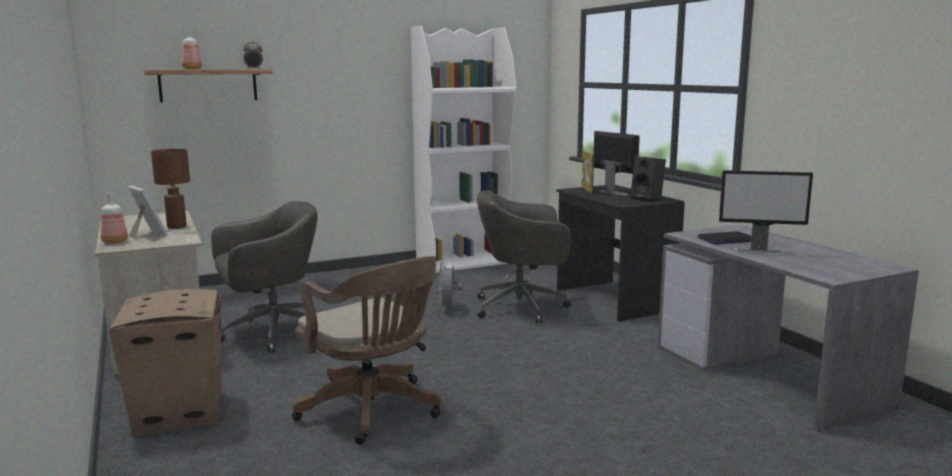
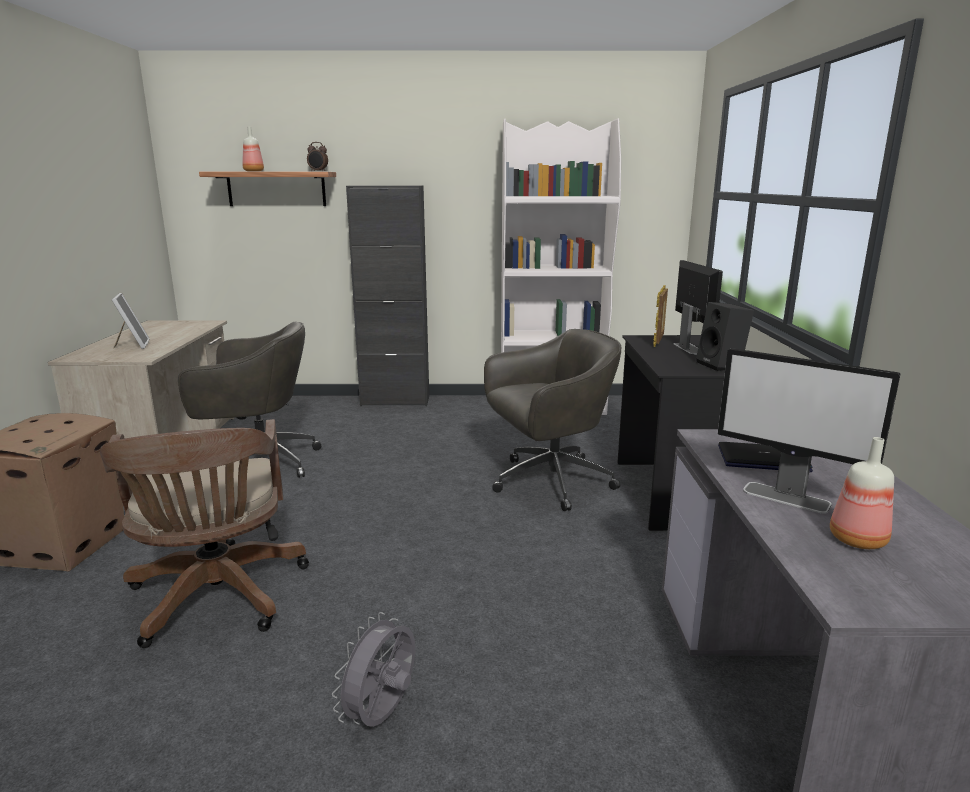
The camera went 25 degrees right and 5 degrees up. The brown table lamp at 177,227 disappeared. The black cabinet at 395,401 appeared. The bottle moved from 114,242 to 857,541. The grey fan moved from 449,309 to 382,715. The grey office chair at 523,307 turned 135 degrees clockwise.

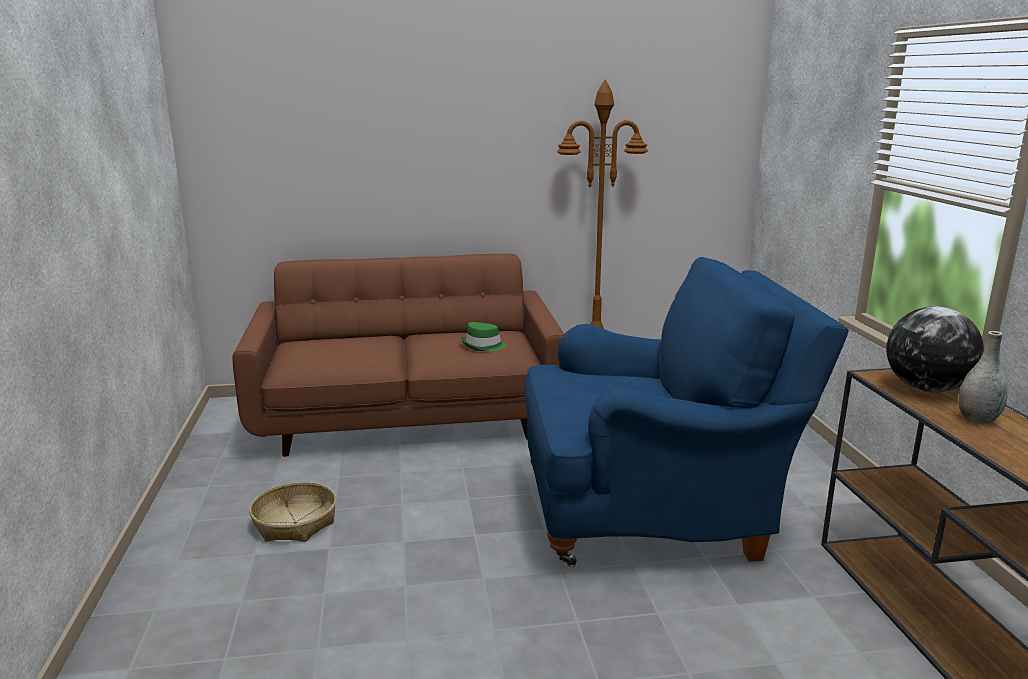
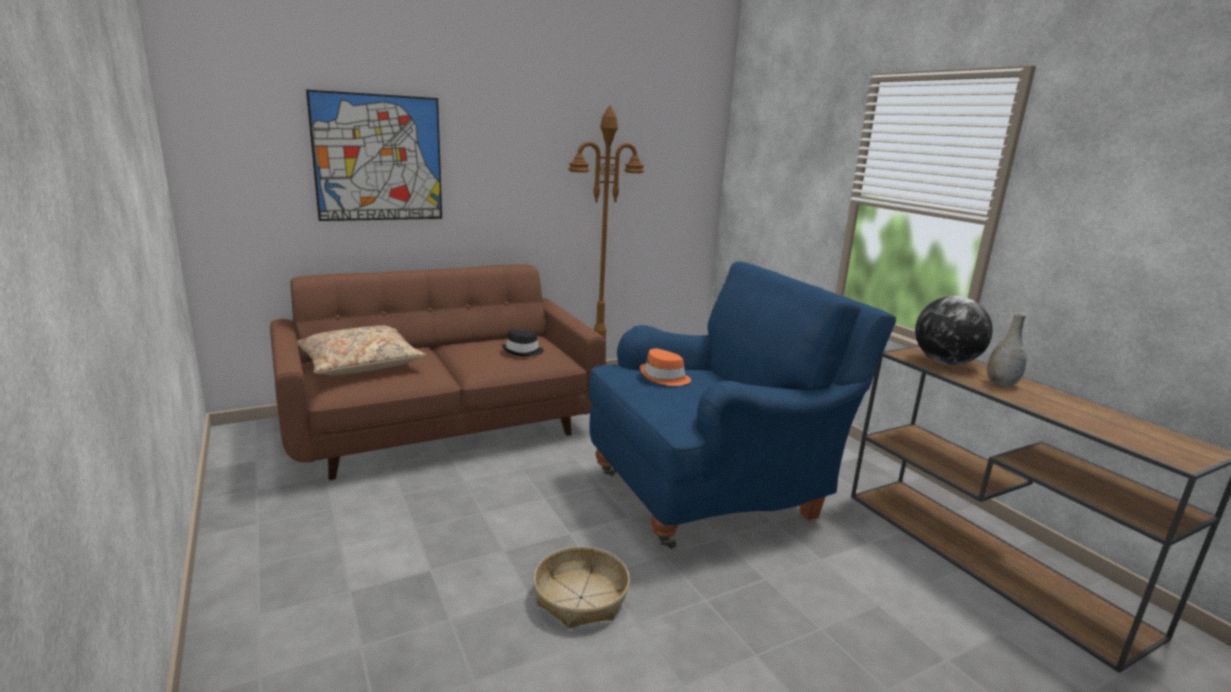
The camera went 20 degrees left and 0 degrees up. The beige pillow at 360,364 appeared. The picture at 378,158 appeared. The orange hat at 664,378 appeared. The basket moved from 295,522 to 580,597. The green hat at 483,346 became the black hat at 523,351.

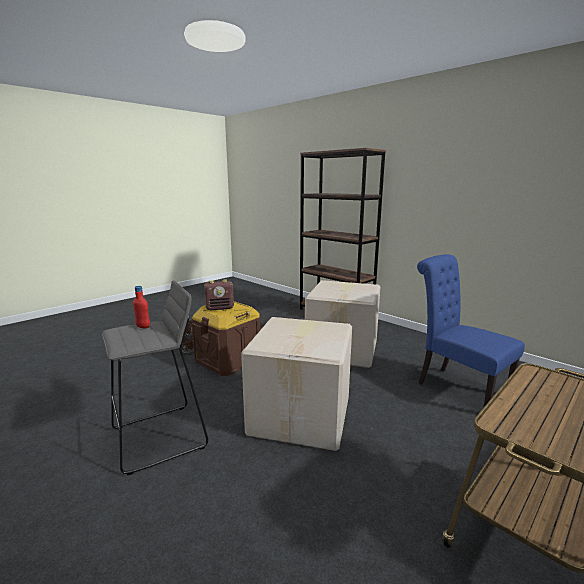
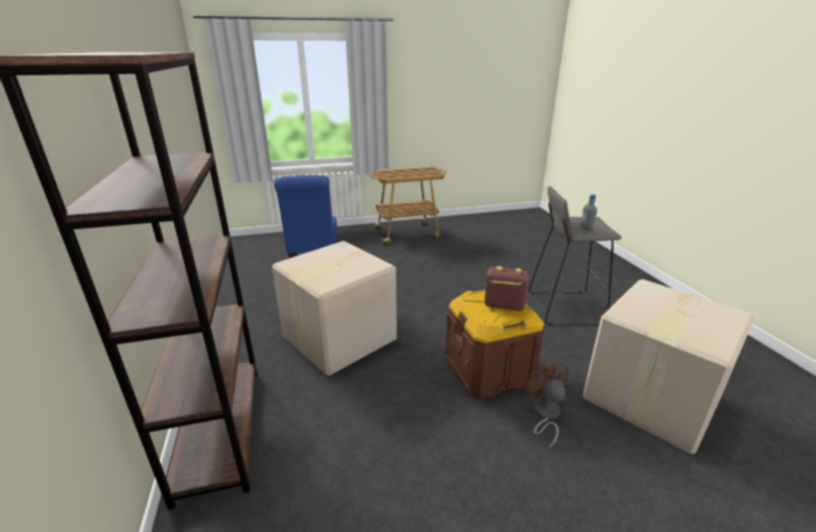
The camera went 150 degrees left and 10 degrees up. The cardboard box moved from 302,415 to 648,398. The red bottle at 143,327 became the grey bottle at 586,228.

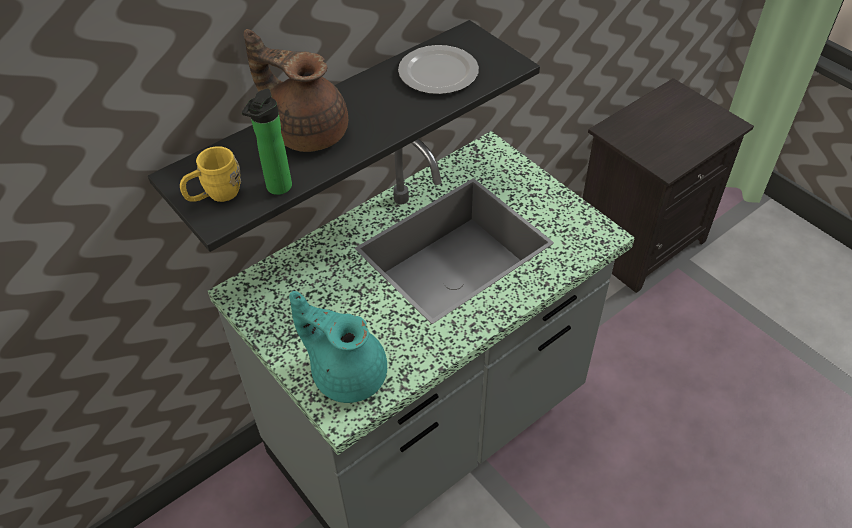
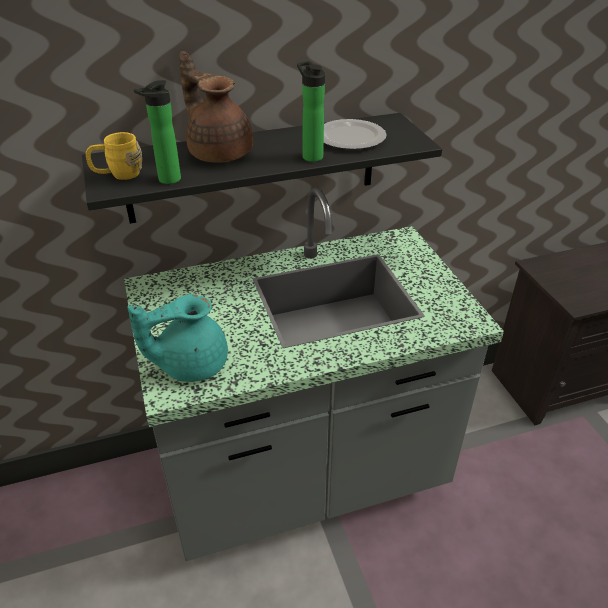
The camera went 20 degrees right and 10 degrees down. The bottle at 310,156 appeared. The turquoise teapot at 347,373 turned 75 degrees counterclockwise.

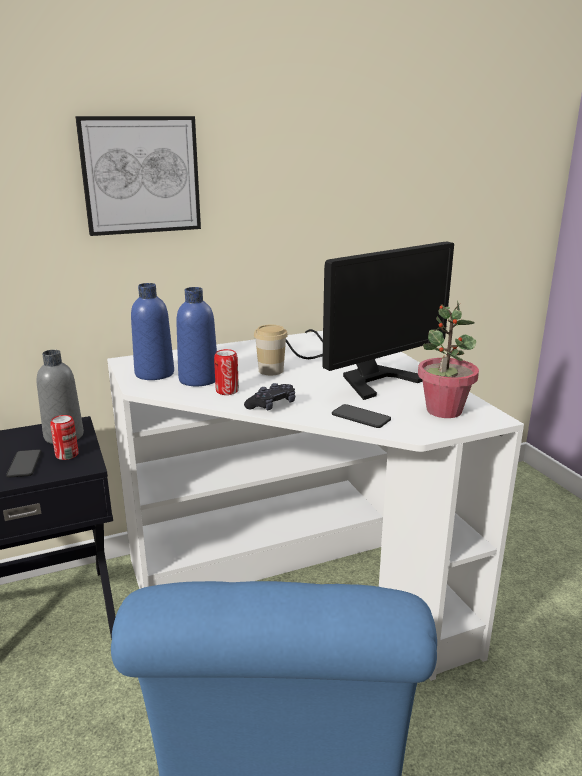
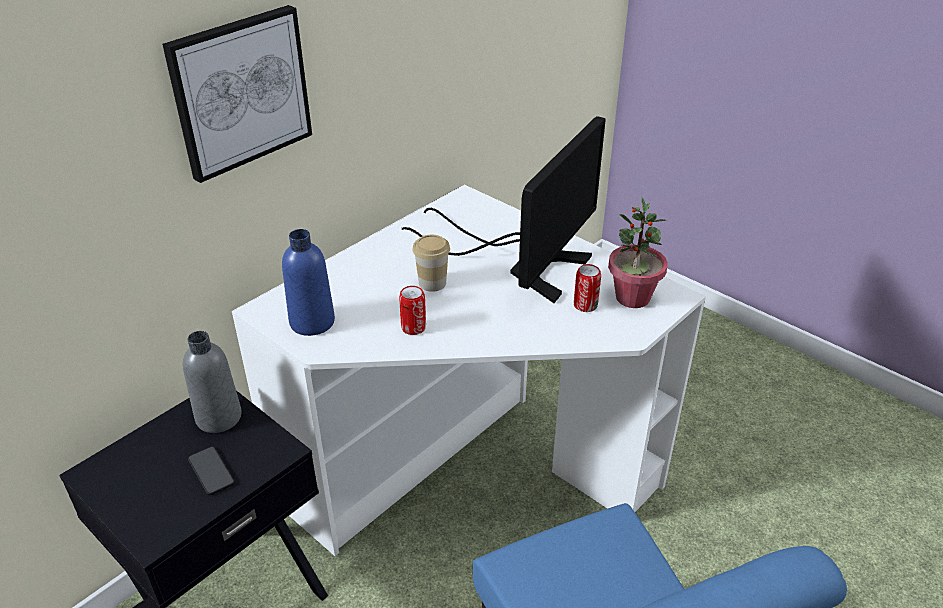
The camera went 25 degrees left and 15 degrees up. The blue bottle at 198,379 disappeared. The black game controller at 272,405 disappeared. The phone at 361,417 disappeared. The can moved from 67,455 to 585,305.

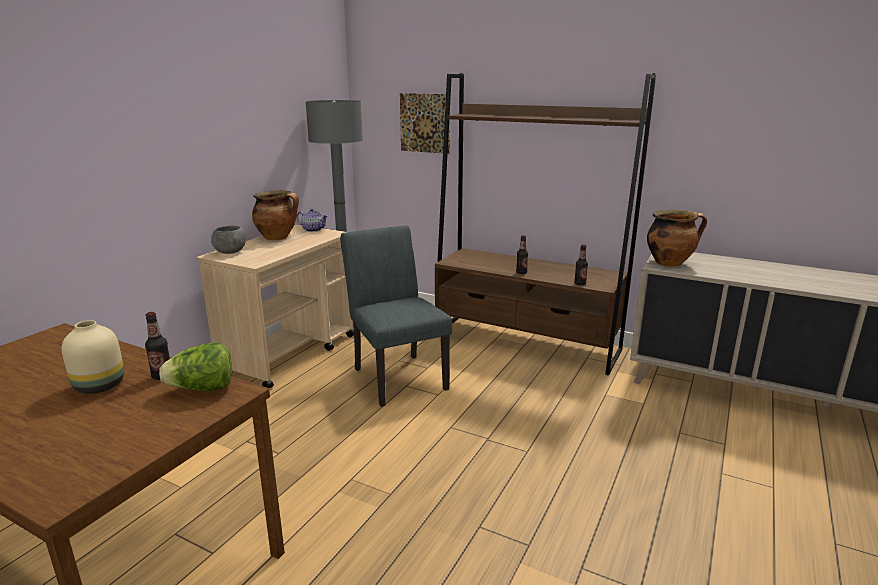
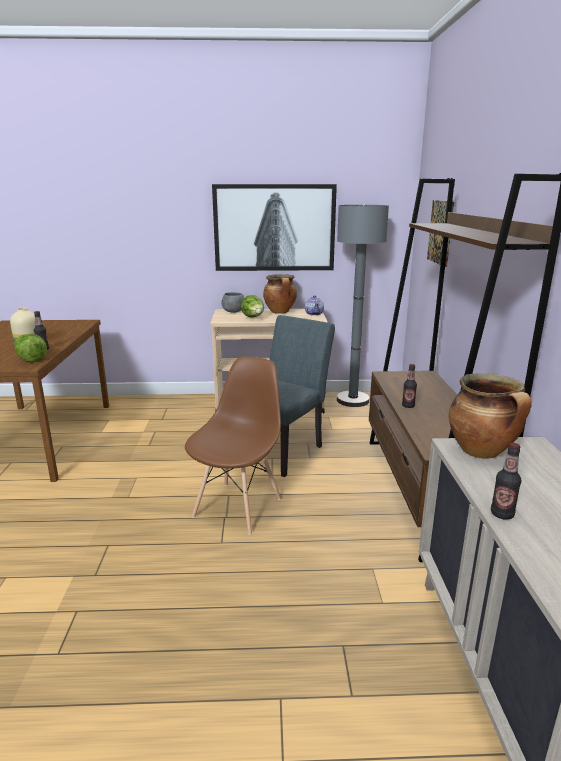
The camera went 60 degrees right and 0 degrees up. The brown chair at 238,507 appeared. The picture at 274,228 appeared. The lettuce at 253,318 appeared. The bottle moved from 580,284 to 502,514.

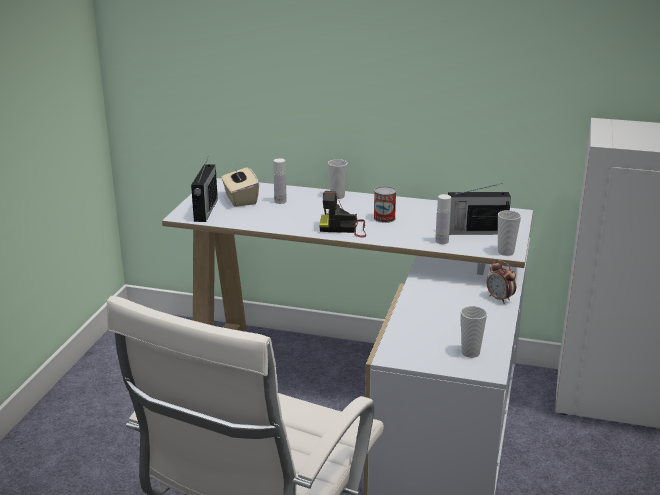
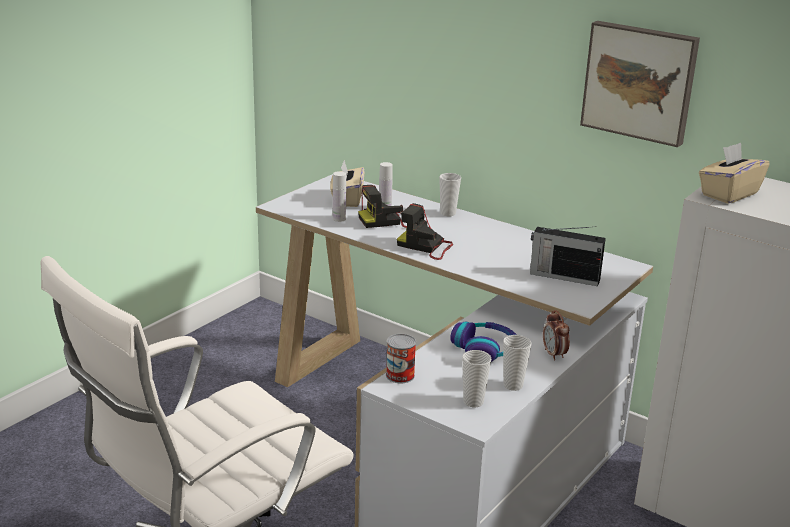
The camera went 20 degrees right and 0 degrees up. The radio at 205,210 disappeared. The photo camera at 386,221 appeared. The headphones at 485,349 appeared. The picture at 640,82 appeared. The beige tissue box at 728,194 appeared. The can moved from 384,218 to 400,375. The white bottle moved from 442,241 to 339,219. The cup moved from 505,252 to 513,385.

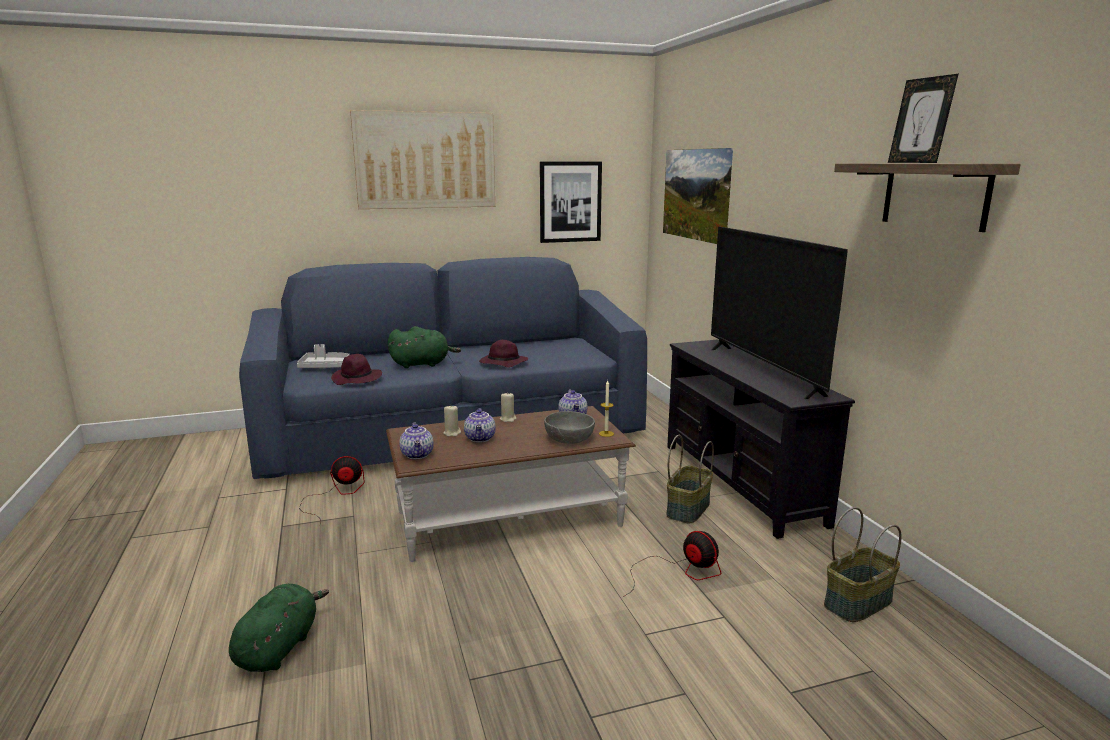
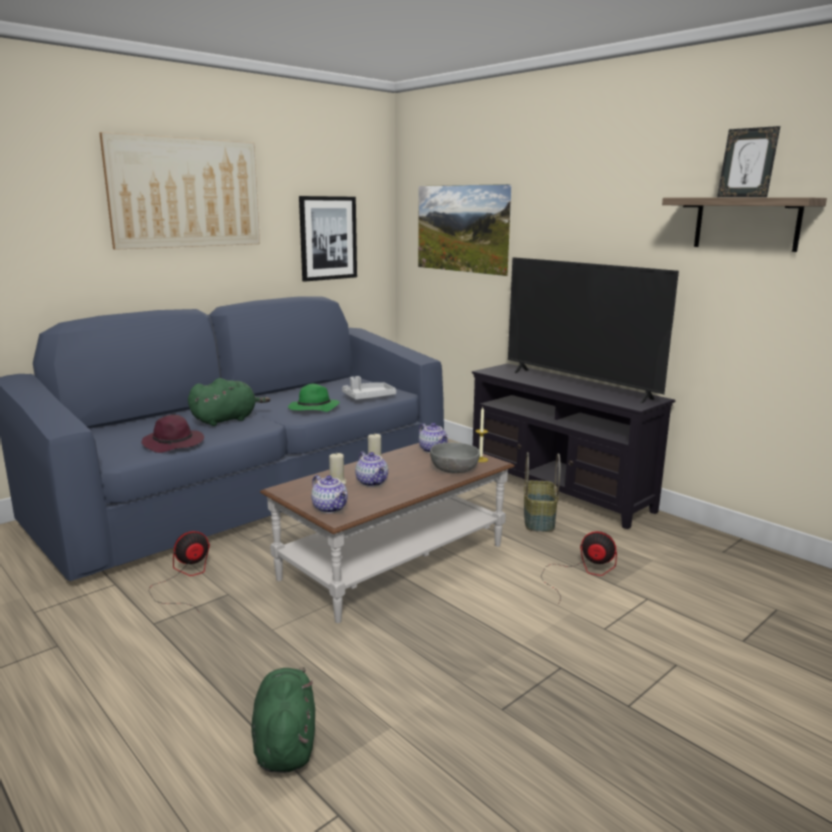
The camera went 25 degrees left and 0 degrees up. The basket at 857,602 disappeared. The grey tray moved from 325,367 to 368,397. The purple hat at 503,363 became the green hat at 313,409.

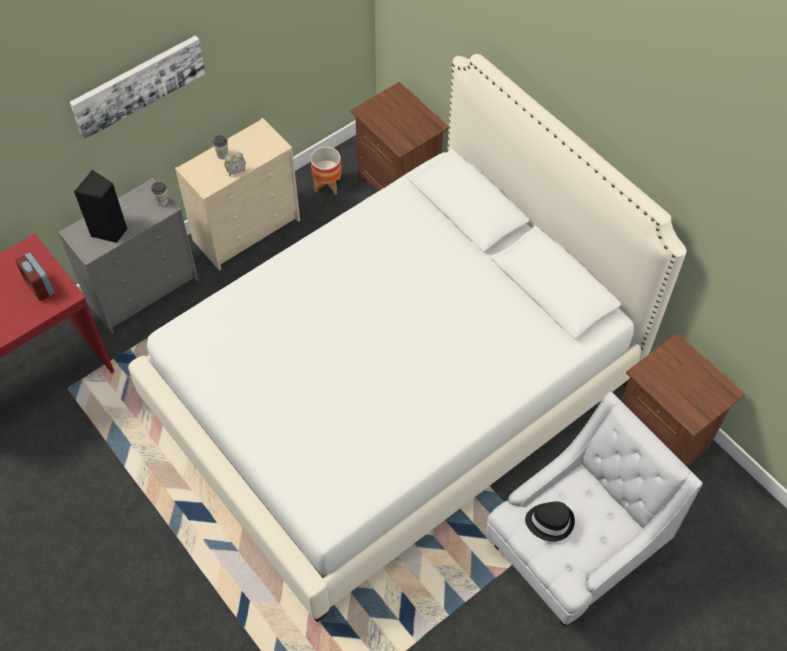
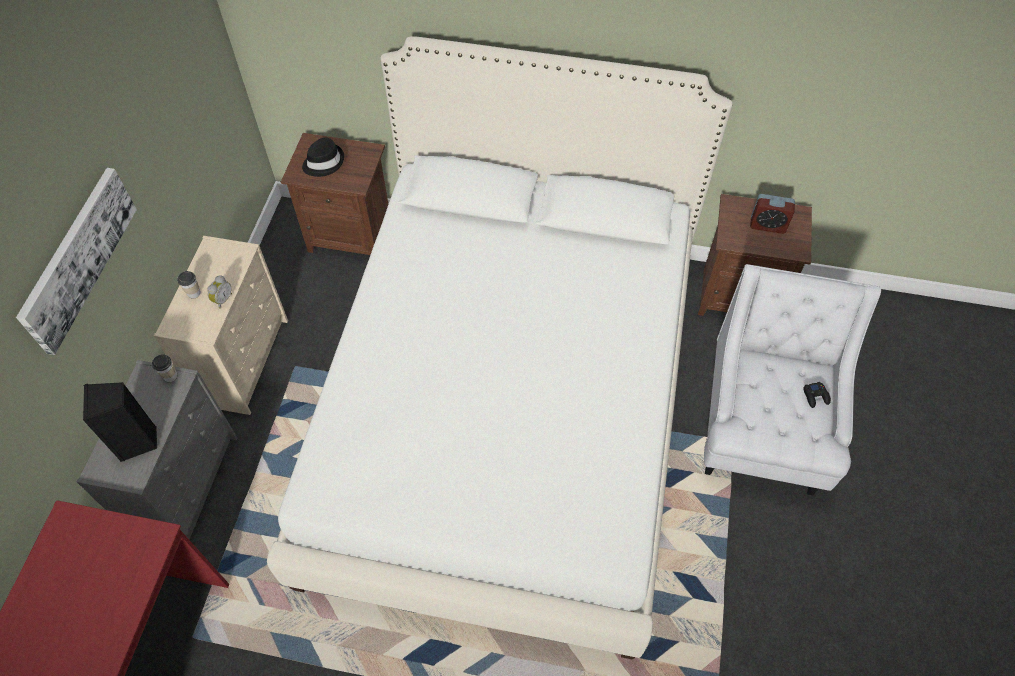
The camera went 40 degrees left and 0 degrees up. The planter at 327,184 disappeared. The black game controller at 815,396 appeared. The alarm clock moved from 39,286 to 767,225. The black hat moved from 550,521 to 323,162.

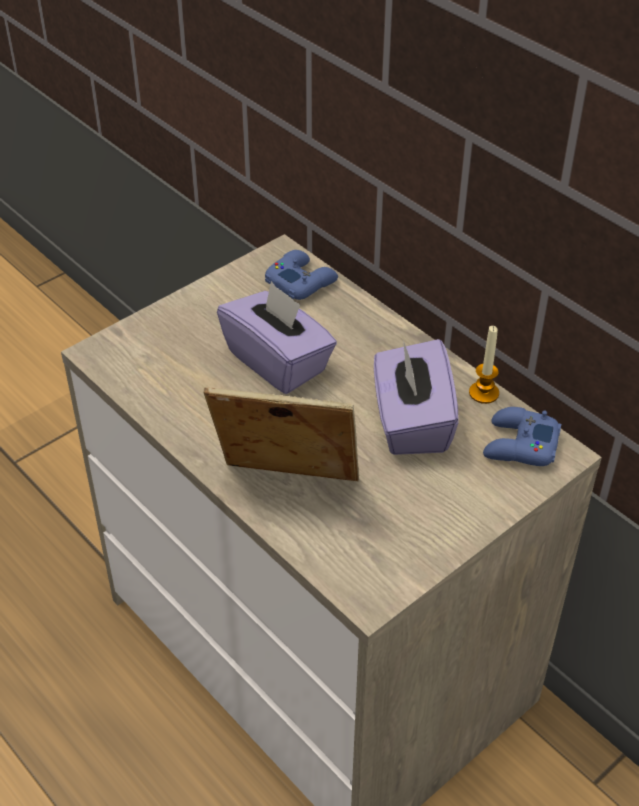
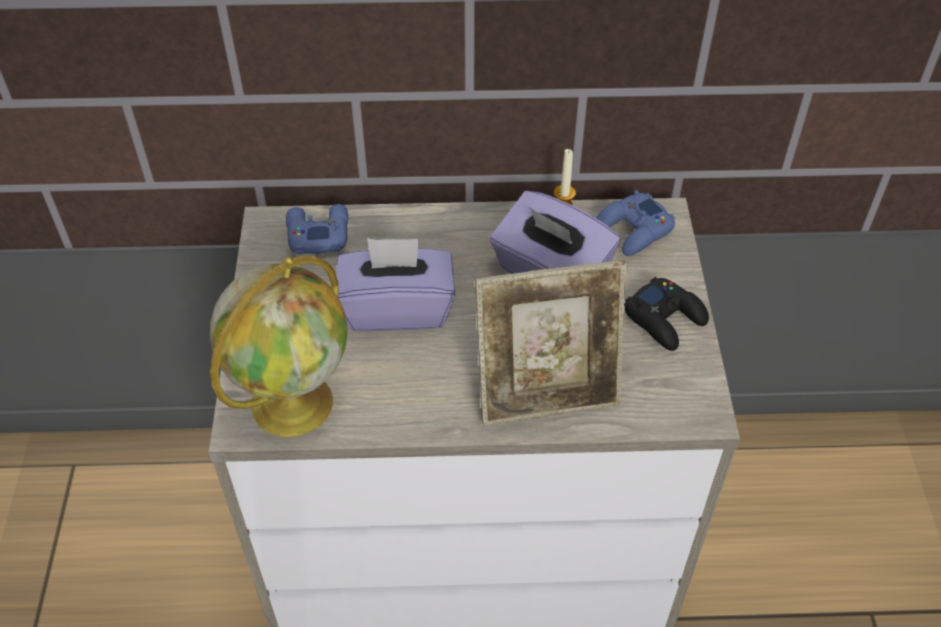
The camera went 50 degrees left and 5 degrees up. The globe at 293,401 appeared. The black game controller at 665,319 appeared. The picture frame at 286,489 turned 150 degrees counterclockwise.

